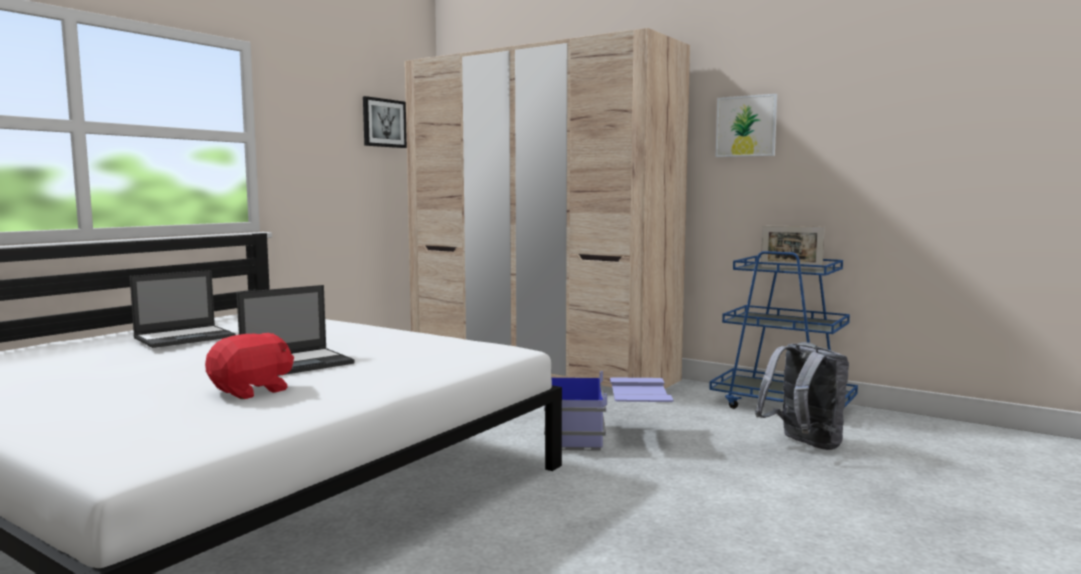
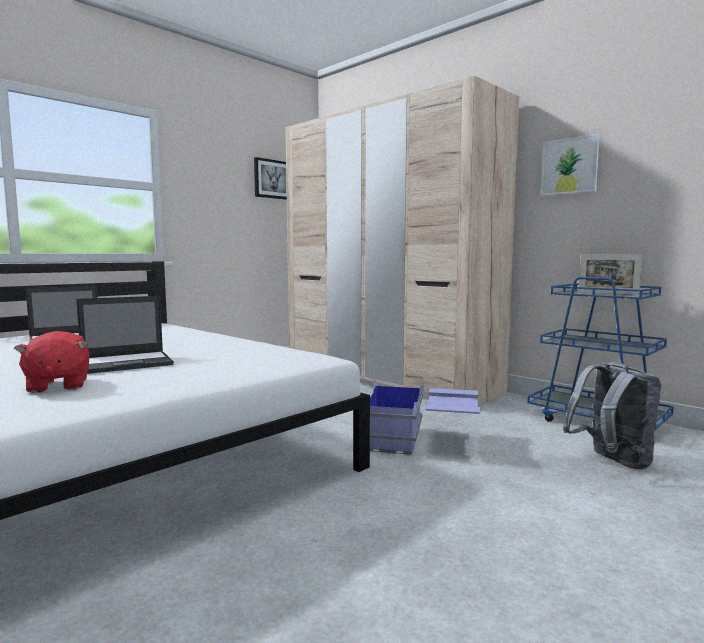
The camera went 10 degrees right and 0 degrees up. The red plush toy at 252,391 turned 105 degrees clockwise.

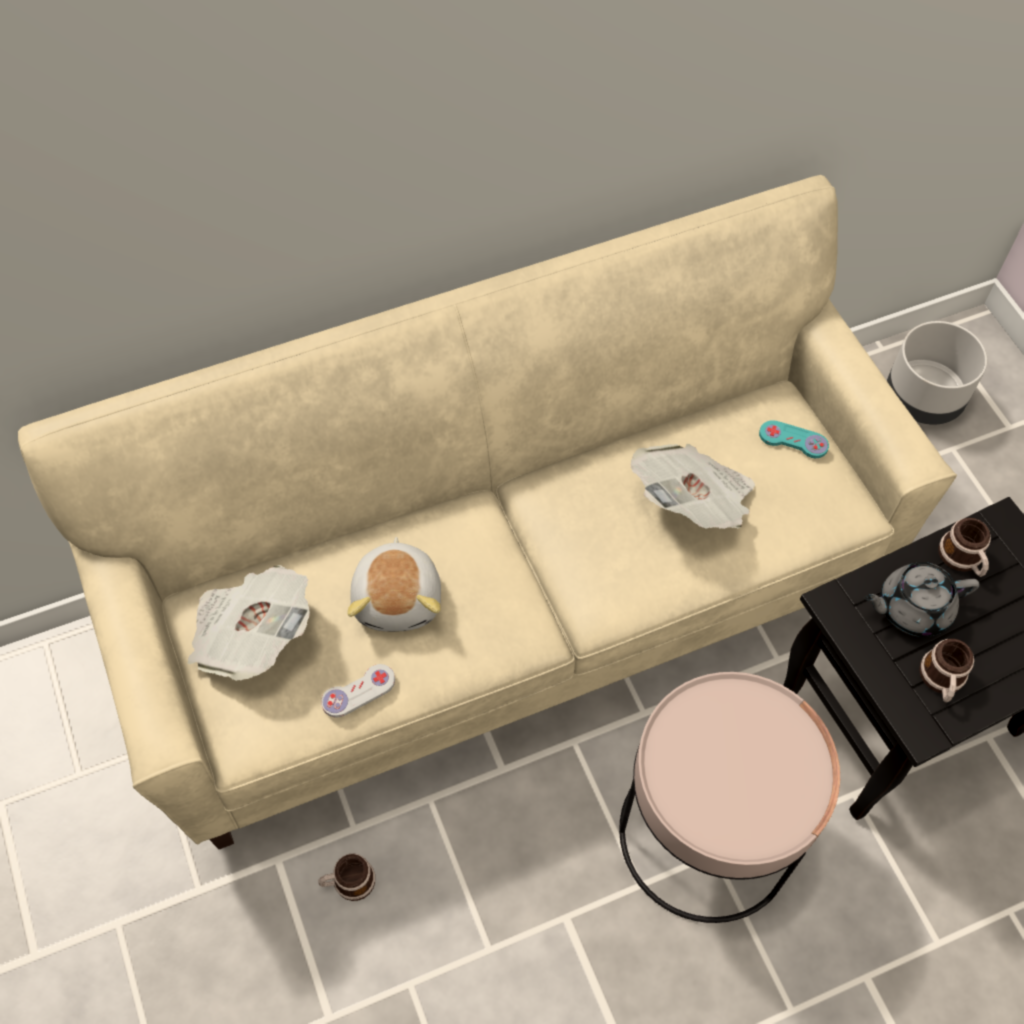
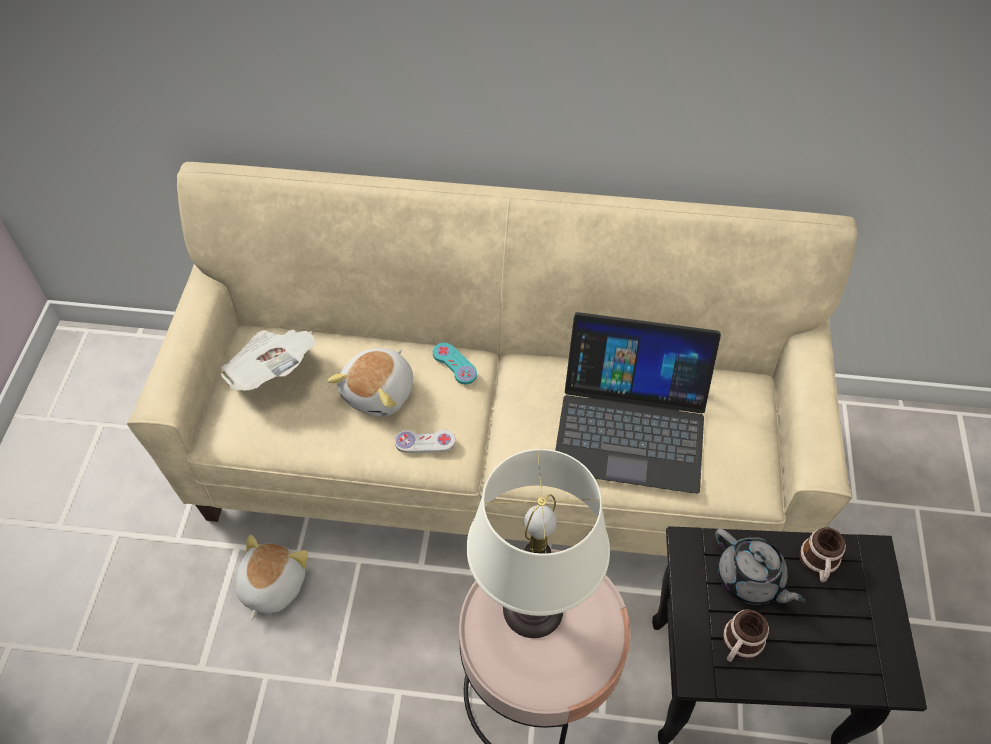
The camera went 30 degrees right and 5 degrees down. The grey planter at 923,399 disappeared. The white table lamp at 533,608 appeared. The white game controller moved from 358,691 to 425,442. The turquoise game controller moved from 793,440 to 454,364. The mug at 348,882 was replaced by the plush toy at 271,586. The newspaper at 693,502 was replaced by the laptop at 631,425. The grey teapot at 912,608 turned 150 degrees counterclockwise.

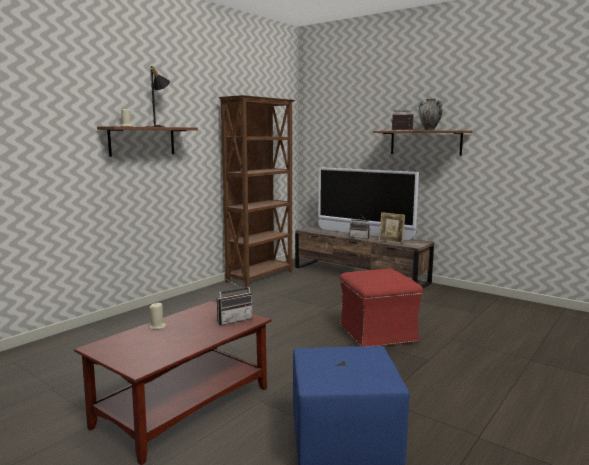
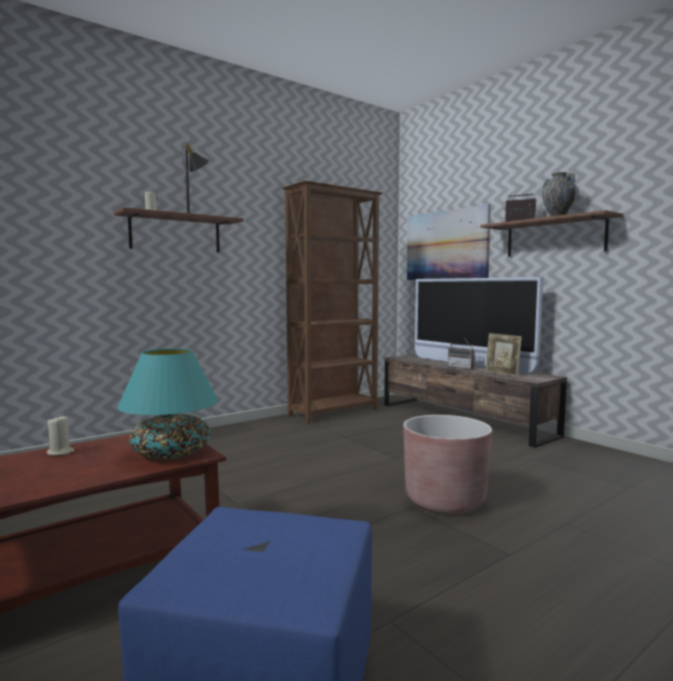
The camera went 15 degrees right and 5 degrees down. The picture at 446,245 appeared. The radio at 233,320 was replaced by the turquoise table lamp at 171,453. The red ottoman at 377,333 was replaced by the brown planter at 444,500.

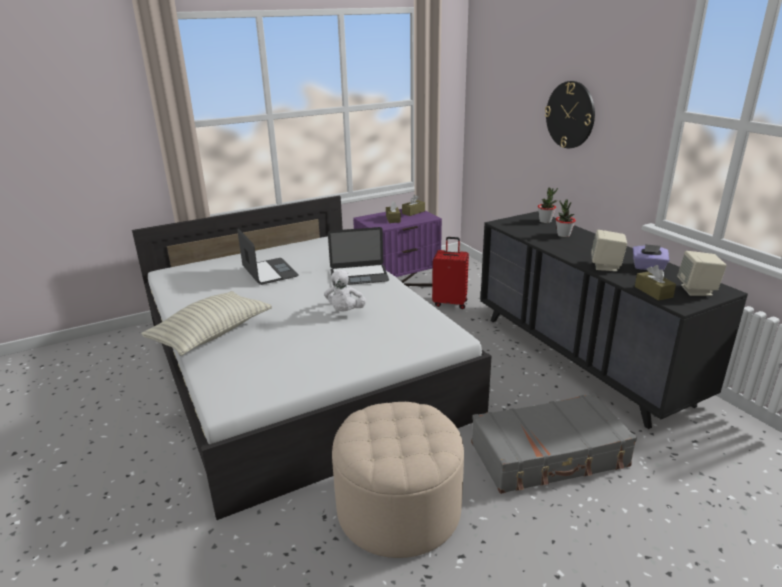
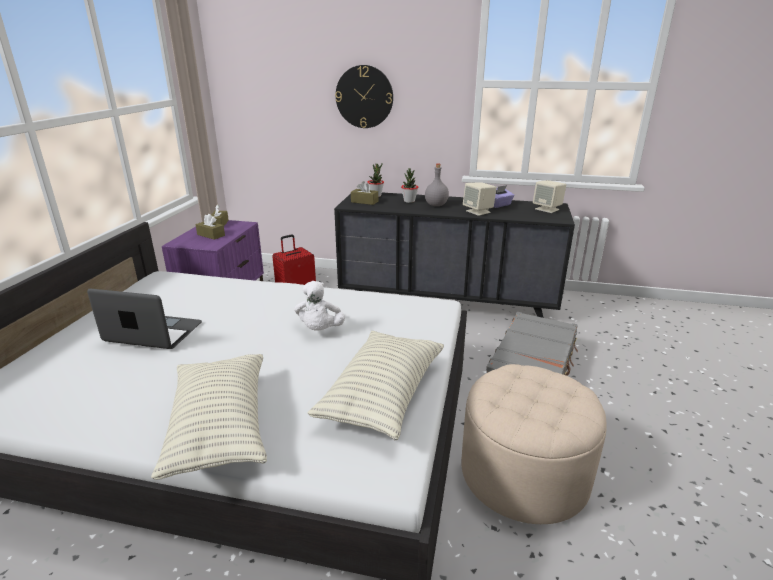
The camera went 50 degrees left and 0 degrees up. The laptop at 359,275 disappeared. The pillow at 382,395 appeared. The grey bottle at 436,205 appeared. The brown tissue box moved from 653,292 to 364,202. The white plush toy at 345,312 turned 45 degrees clockwise.

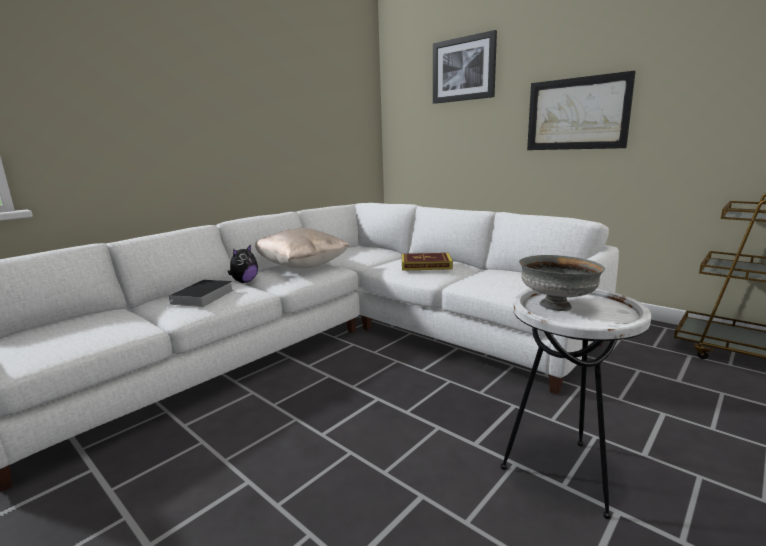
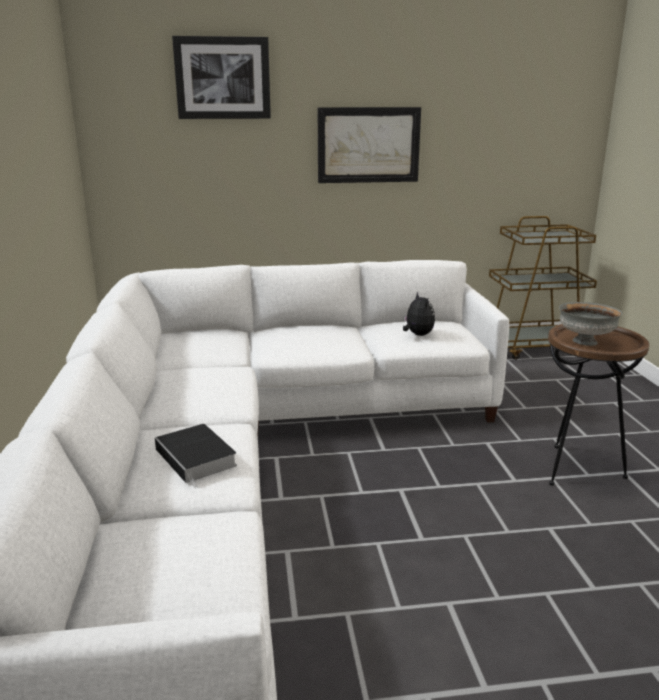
The camera went 50 degrees left and 5 degrees up. The beige pillow at 302,267 disappeared. The book at 426,265 disappeared. The plush toy moved from 244,282 to 417,335. The white side table at 562,474 became the brown side table at 577,469.

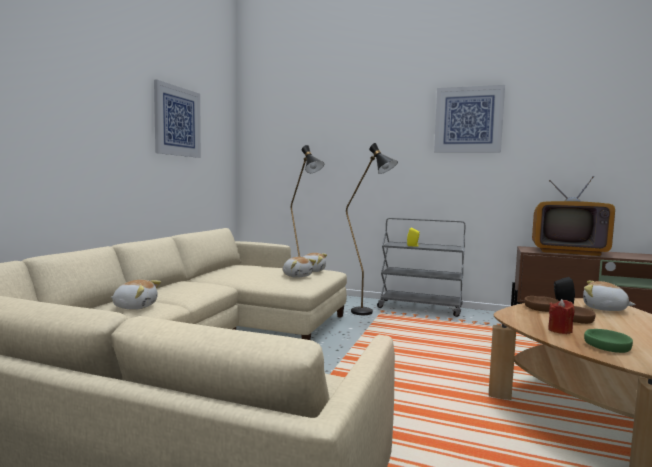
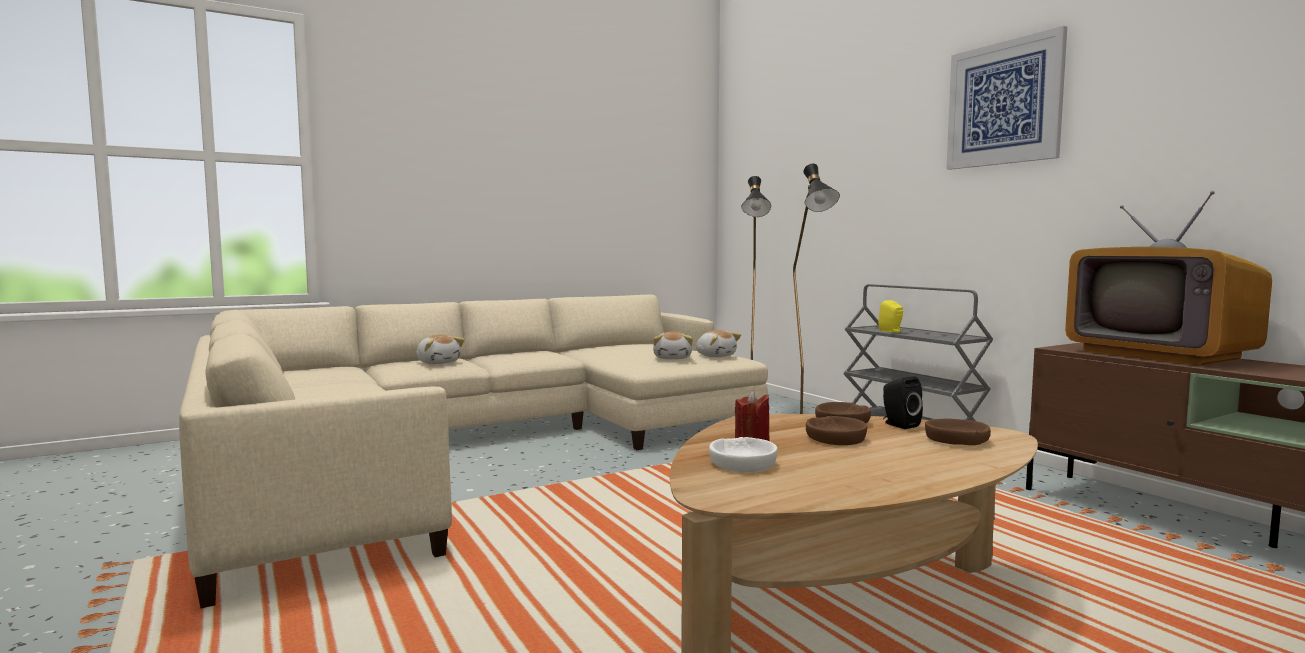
The camera went 40 degrees right and 0 degrees up. The picture at 177,121 disappeared. The plush toy at 604,309 was replaced by the brown bowl at 956,440. The green bowl at 606,346 became the white bowl at 742,463.

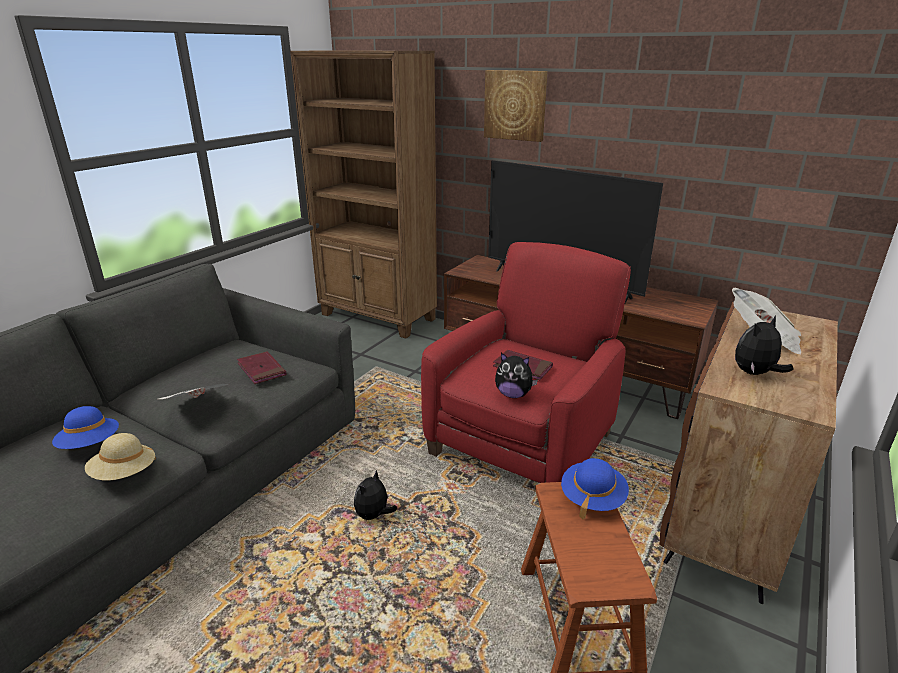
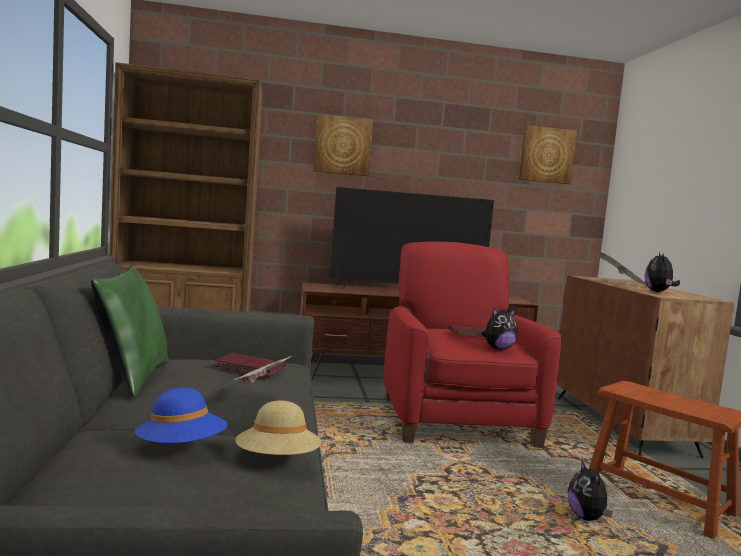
The camera went 40 degrees left and 20 degrees down. The blue hat at 592,498 disappeared. The green pillow at 132,378 appeared. The picture at 546,155 appeared. The plush toy moved from 373,515 to 587,517.

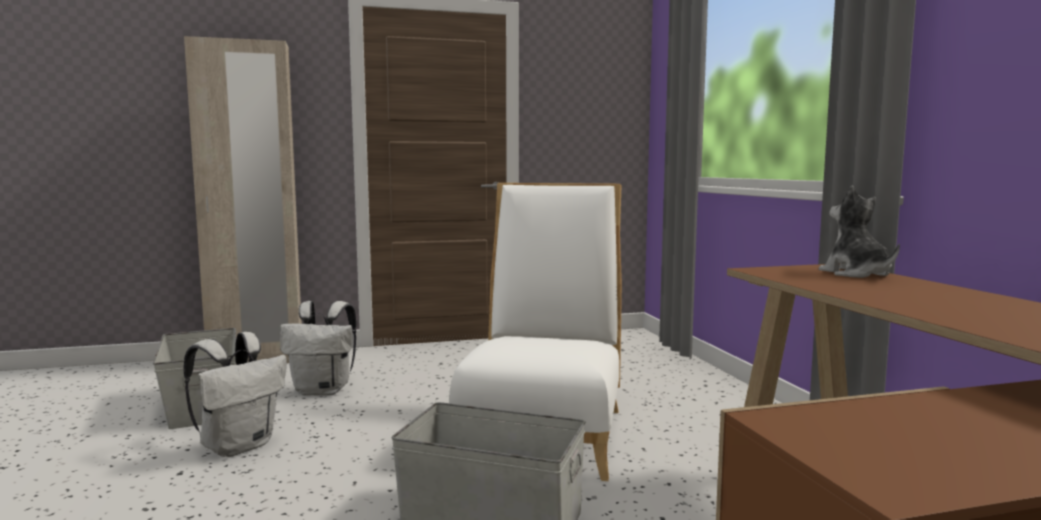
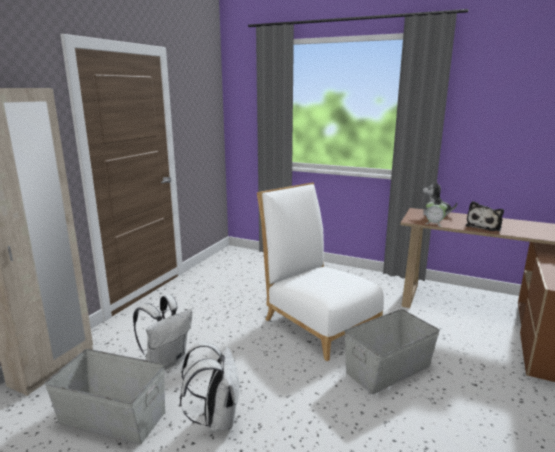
The camera went 50 degrees left and 10 degrees up. The alarm clock at 434,223 appeared. The plush toy at 484,226 appeared.

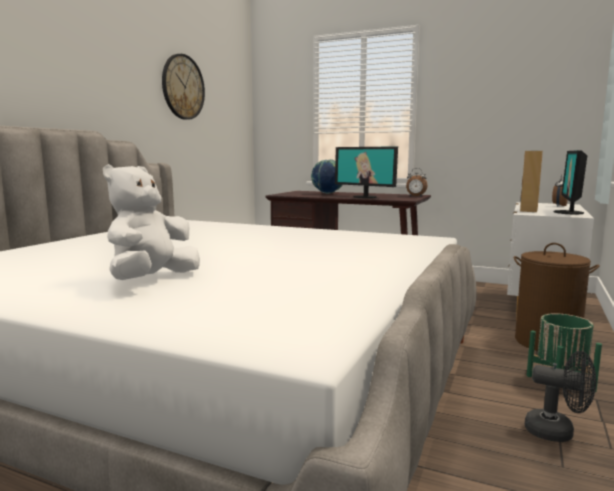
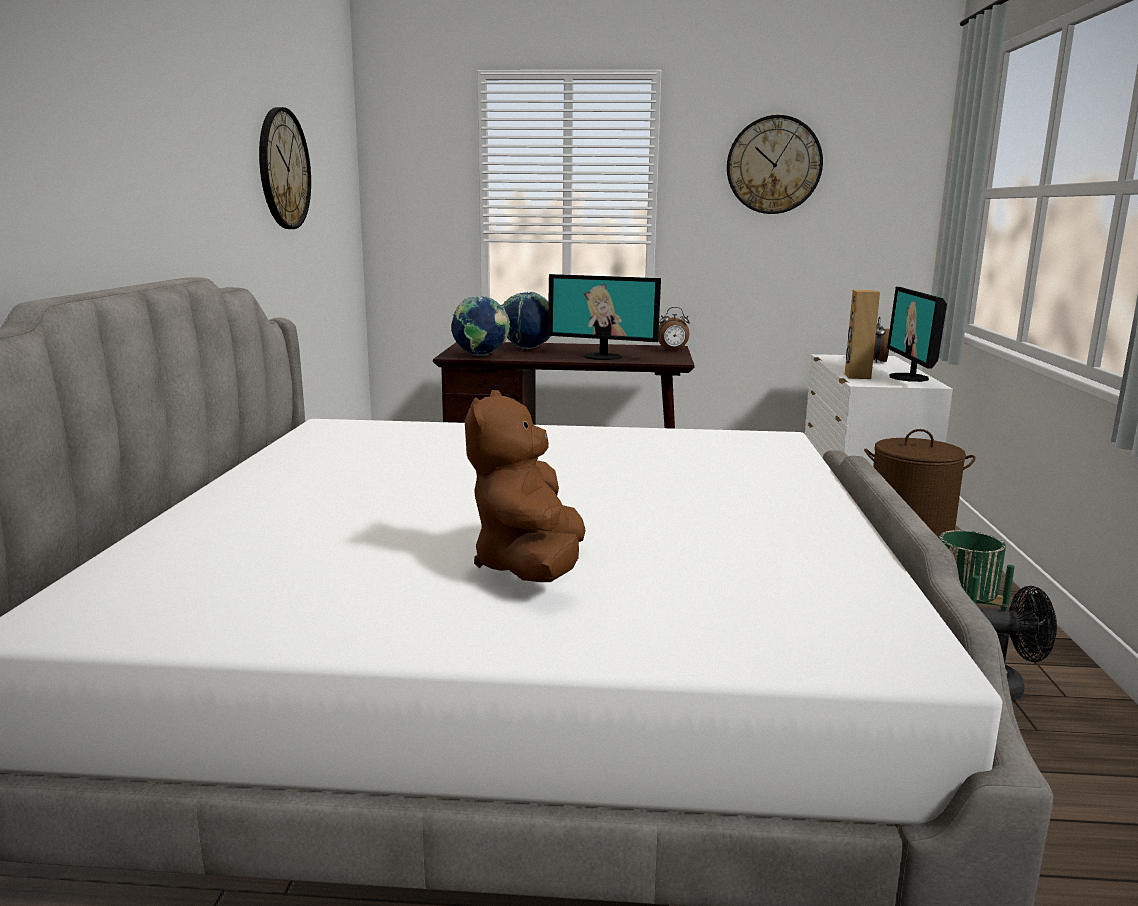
The camera went 20 degrees left and 5 degrees up. The globe at 481,356 appeared. The wall clock at 774,165 appeared. The white plush toy at 152,280 became the brown plush toy at 530,568.

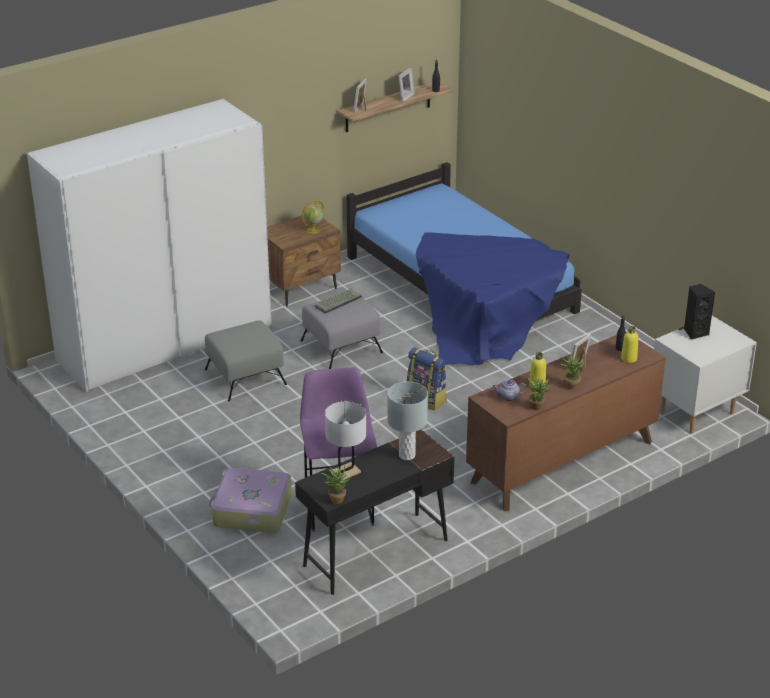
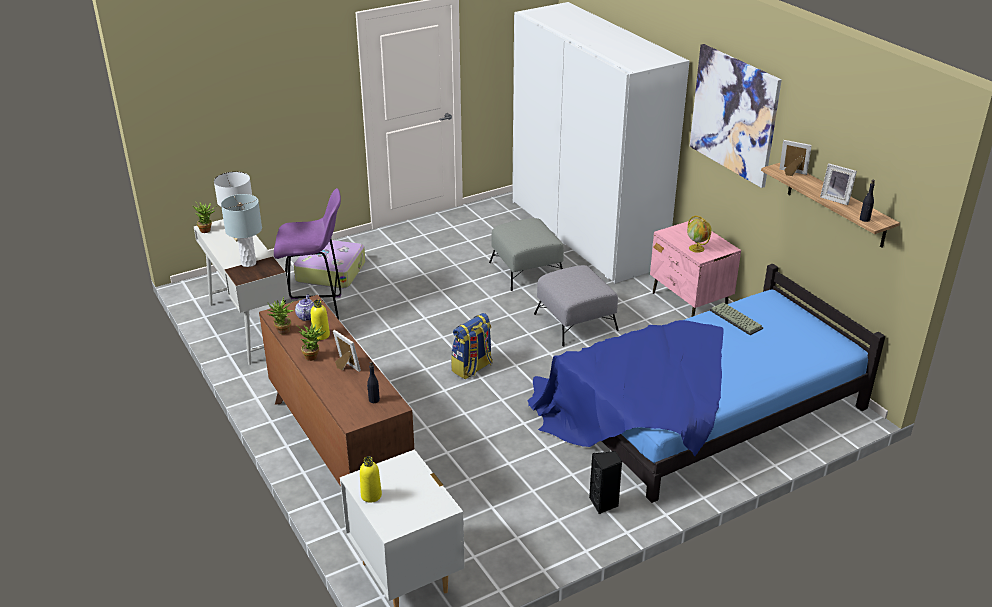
The camera went 95 degrees right and 0 degrees up. The picture at 734,114 appeared. The keyboard moved from 338,301 to 737,319. The yellow bottle moved from 629,359 to 371,495. The black speaker moved from 695,332 to 604,503. The brown nightstand at 301,288 became the pink nightstand at 689,302. The black desk at 375,553 became the white desk at 249,326.

